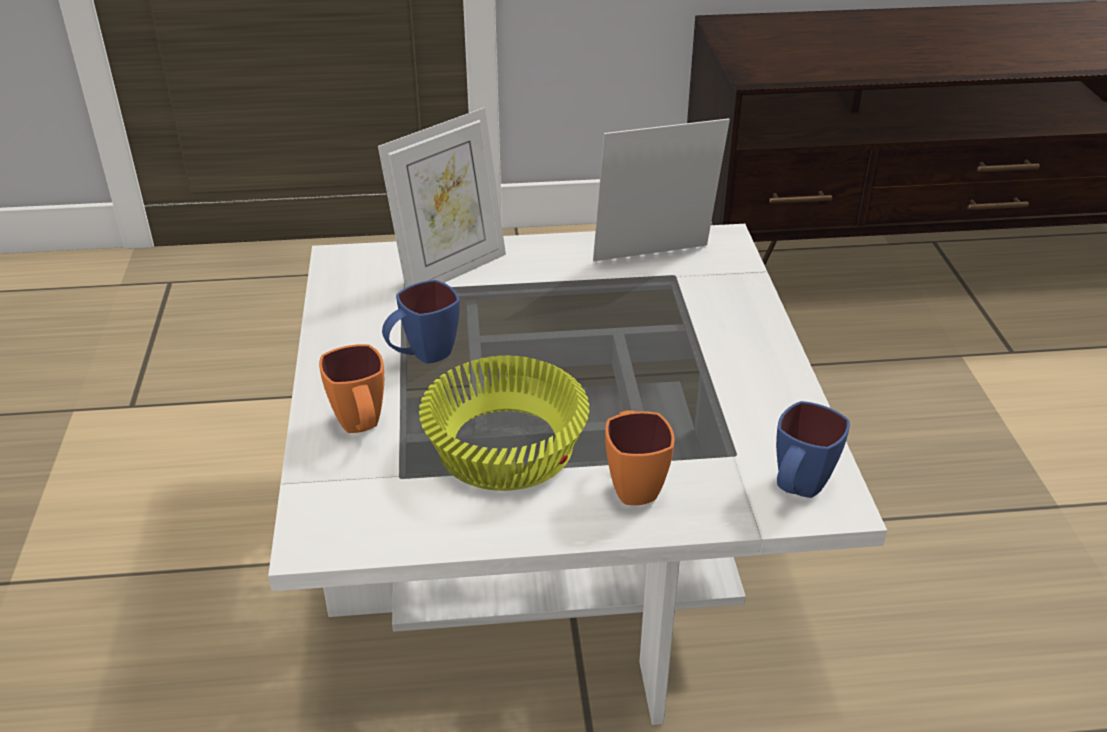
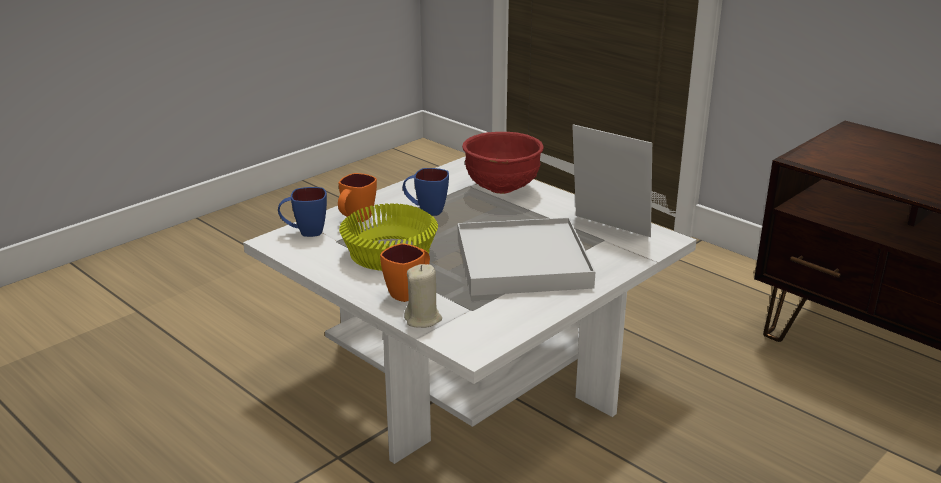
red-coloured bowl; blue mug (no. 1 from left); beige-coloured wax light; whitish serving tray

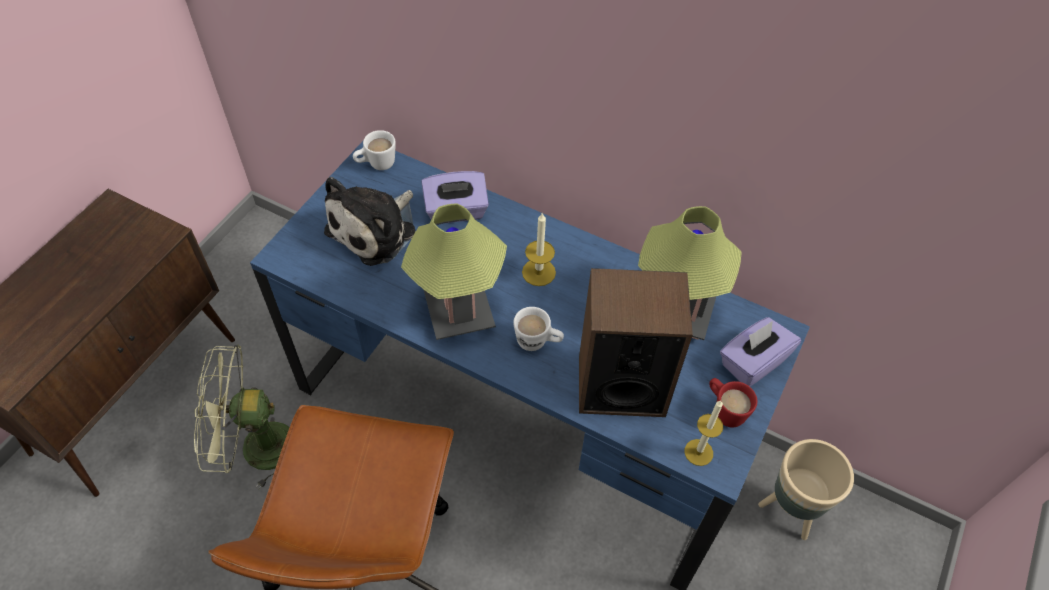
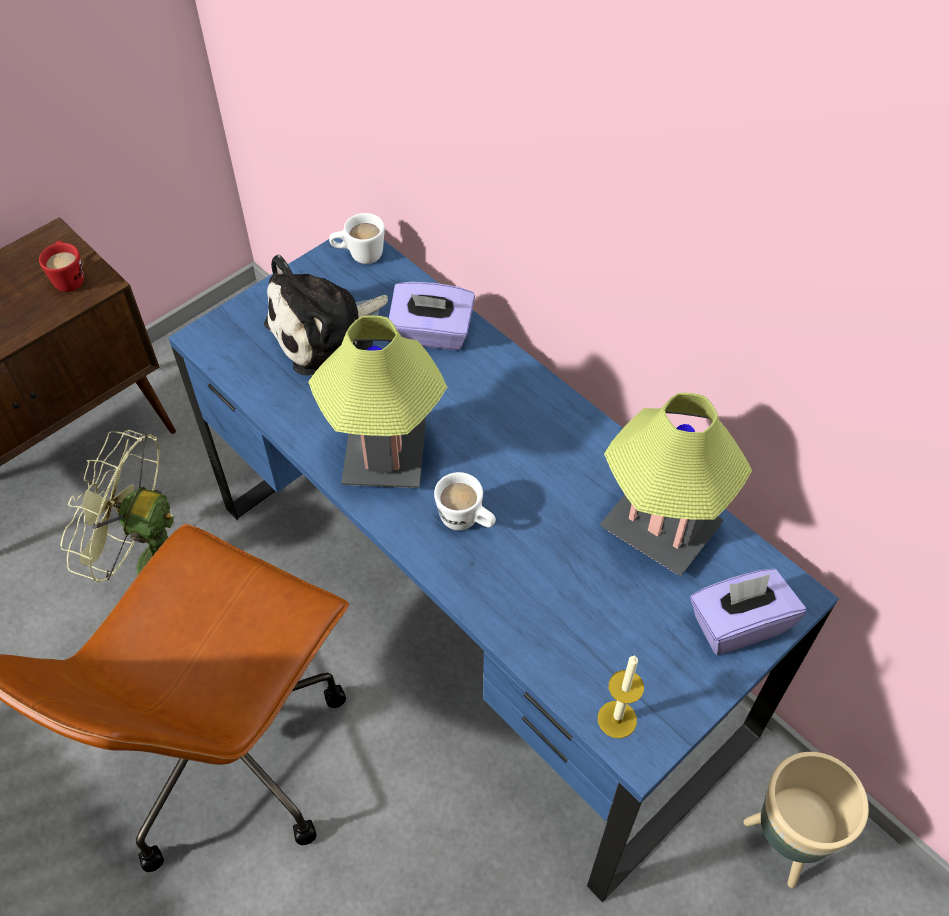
wax light (no. 1 from left in the first image); loudspeaker; red-coloured mug

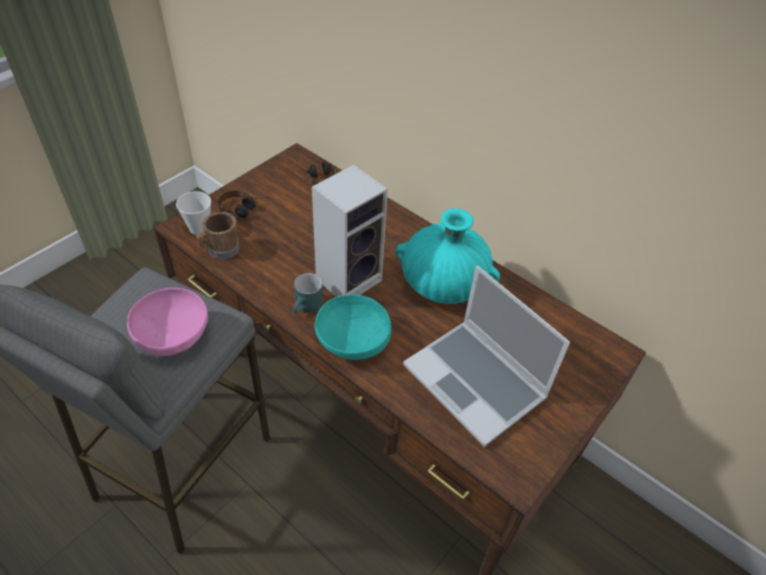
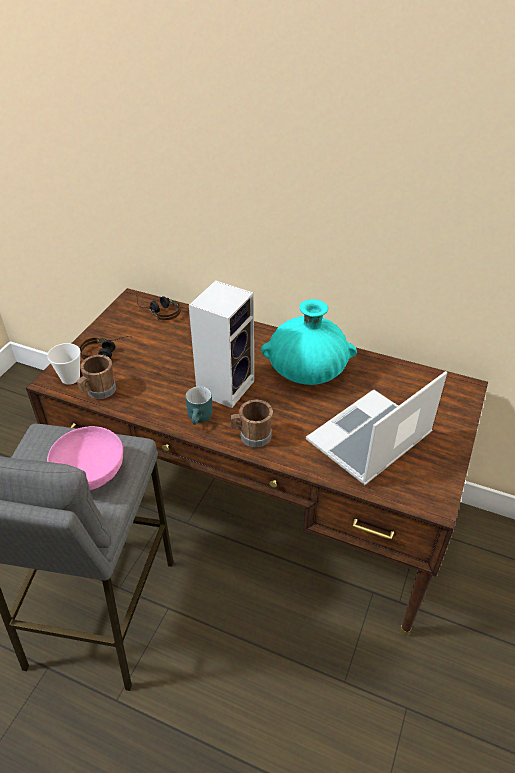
brown-coloured mug (no. 2 from left); notebook computer

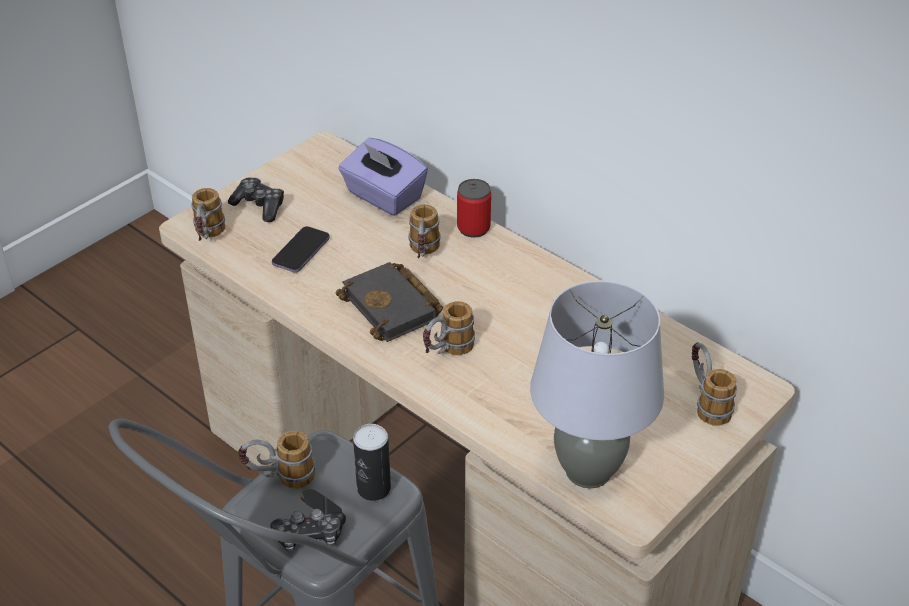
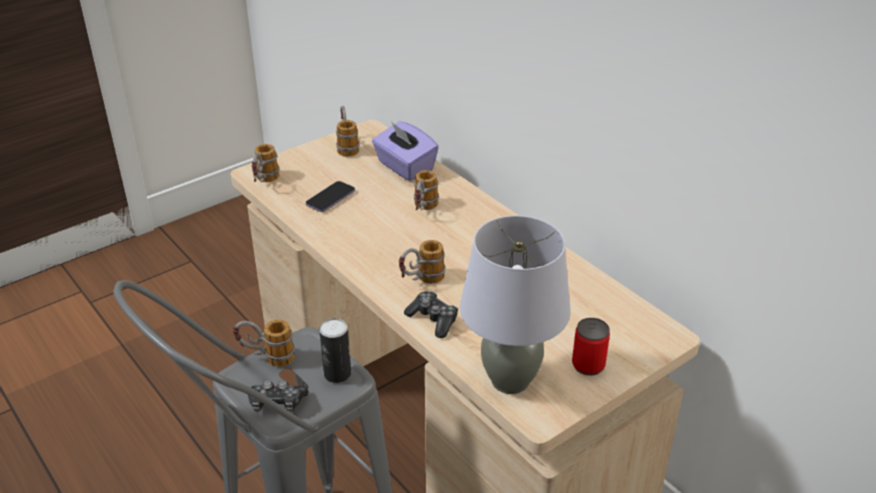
joypad (no. 2 from left); blackish bound book; sealed can (no. 2 from left); mug (no. 3 from left)

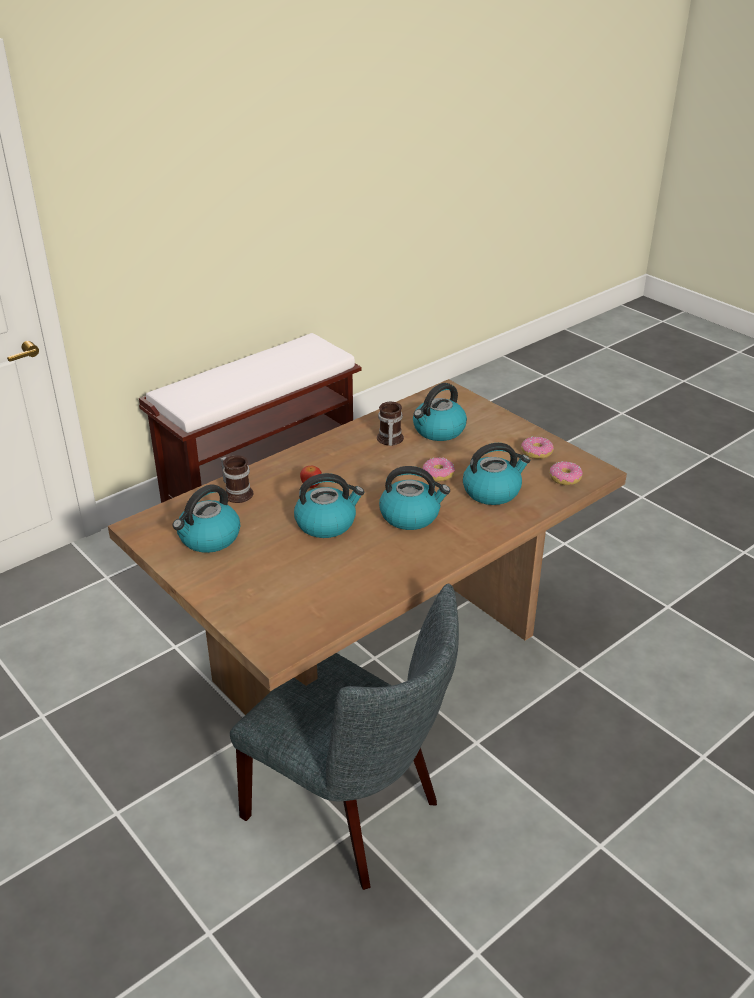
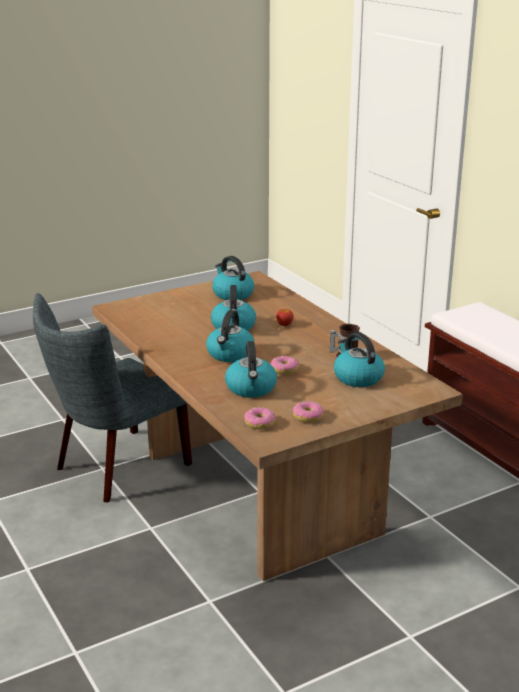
mug (no. 1 from left in the first image)

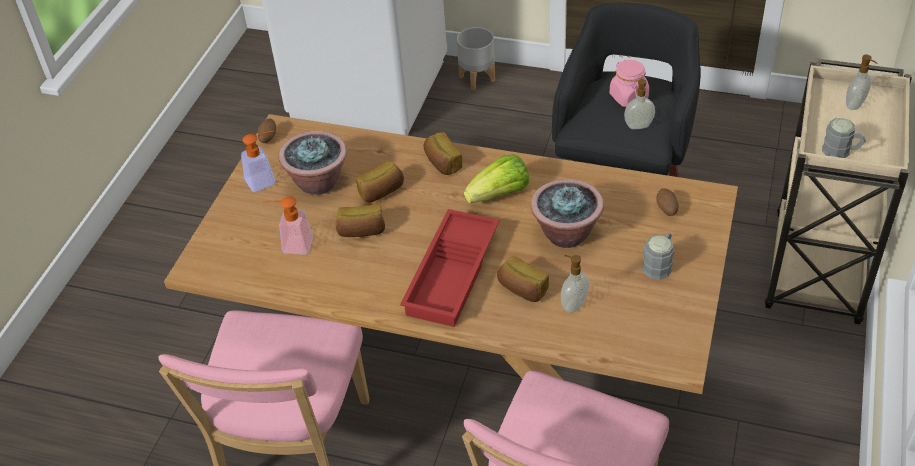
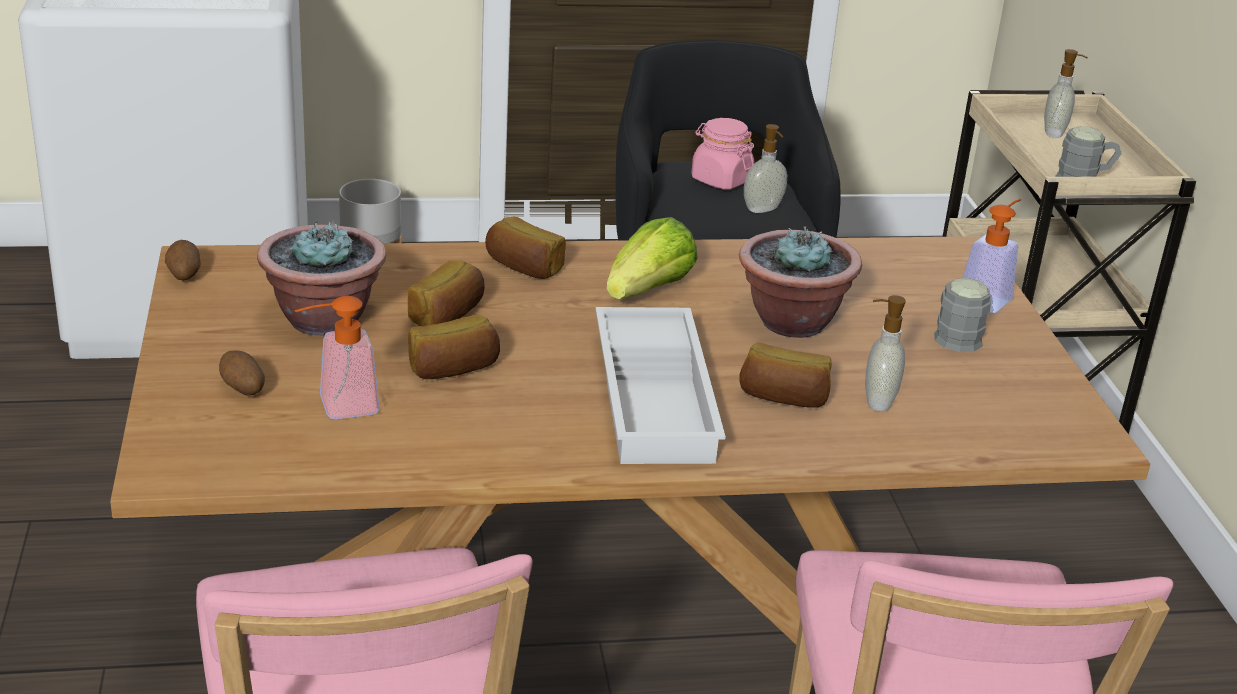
soap bottle (no. 4 from left); whitish serving tray; potato (no. 2 from left)

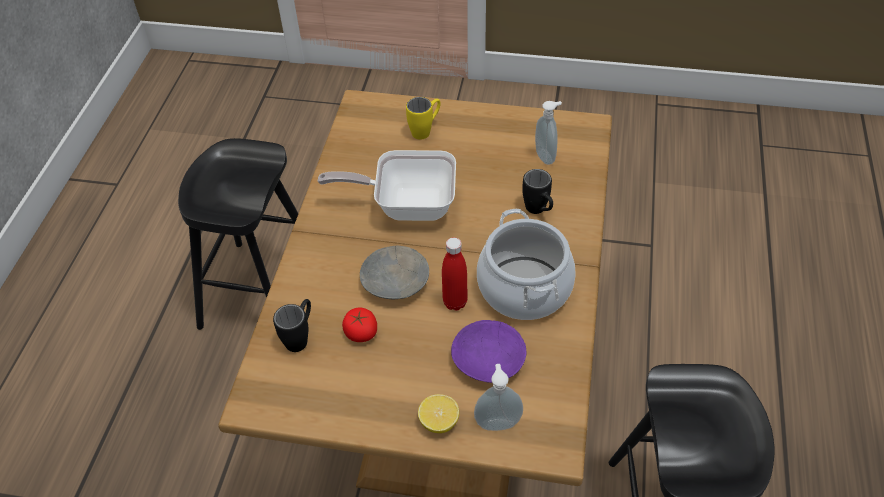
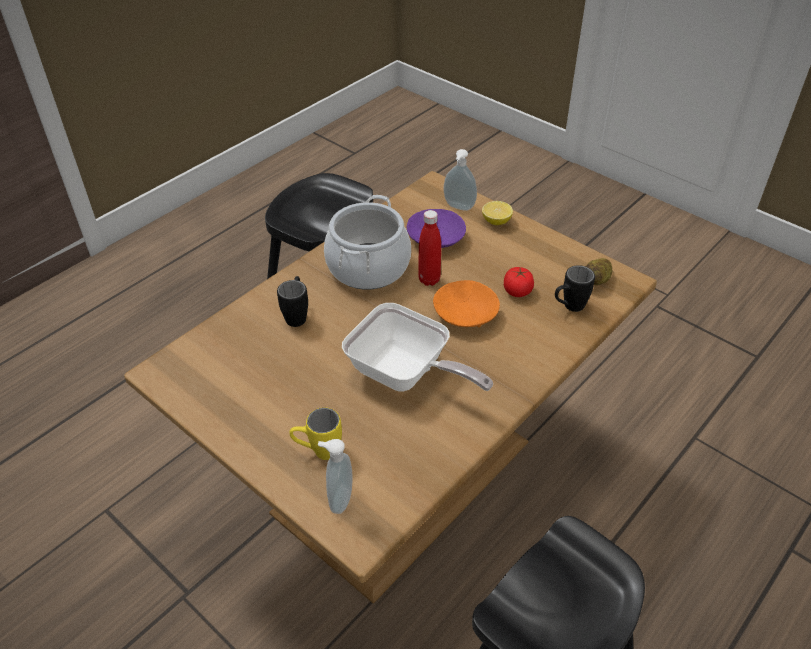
orange bowl; soap bottle (no. 1 from left); potato

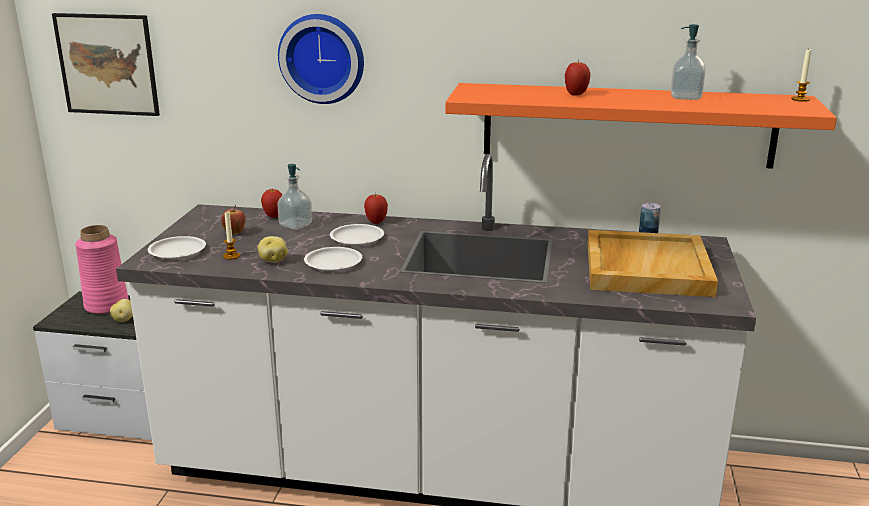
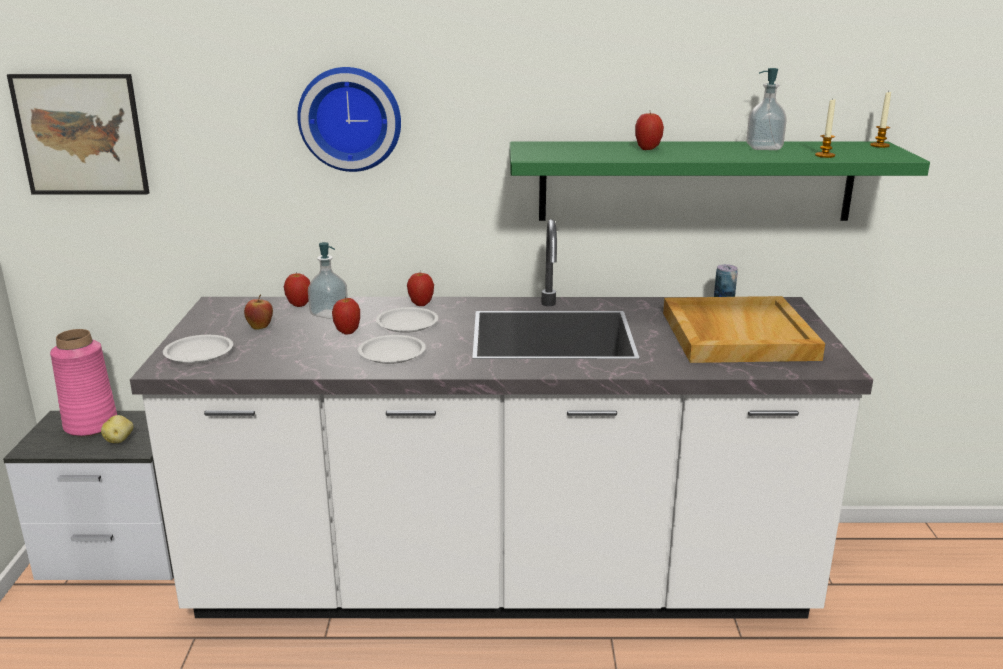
wax light (no. 1 from left); potato (no. 2 from left in the first image); green-coloured bracket shelf; apple fruit (no. 3 from left)

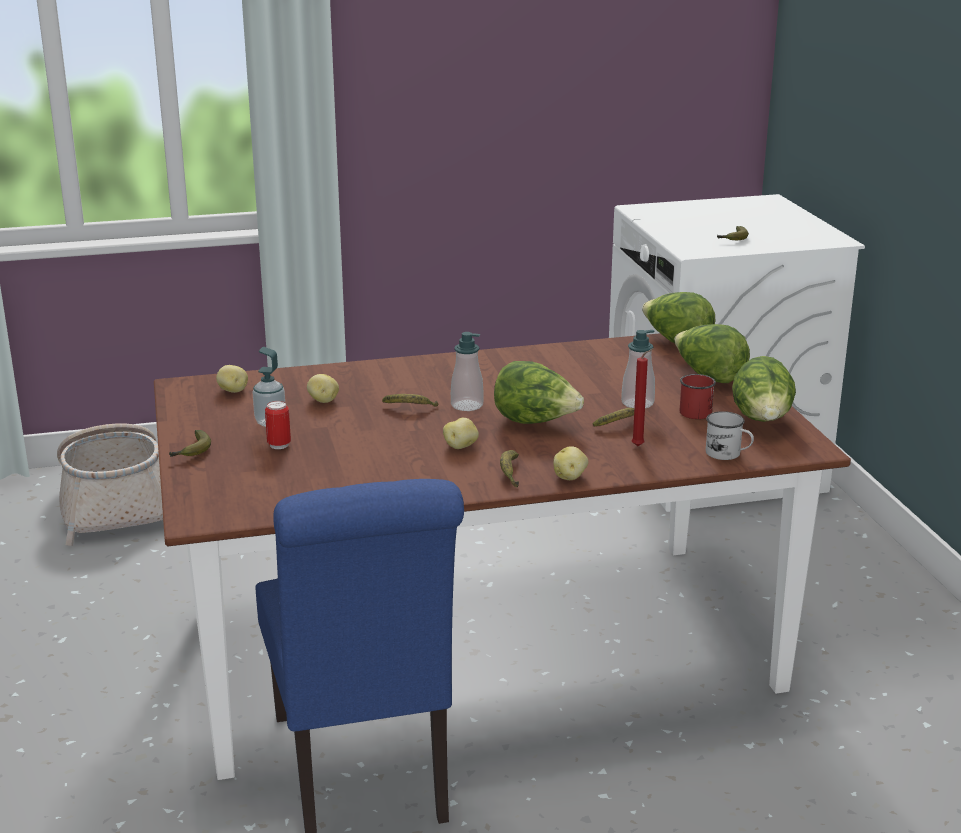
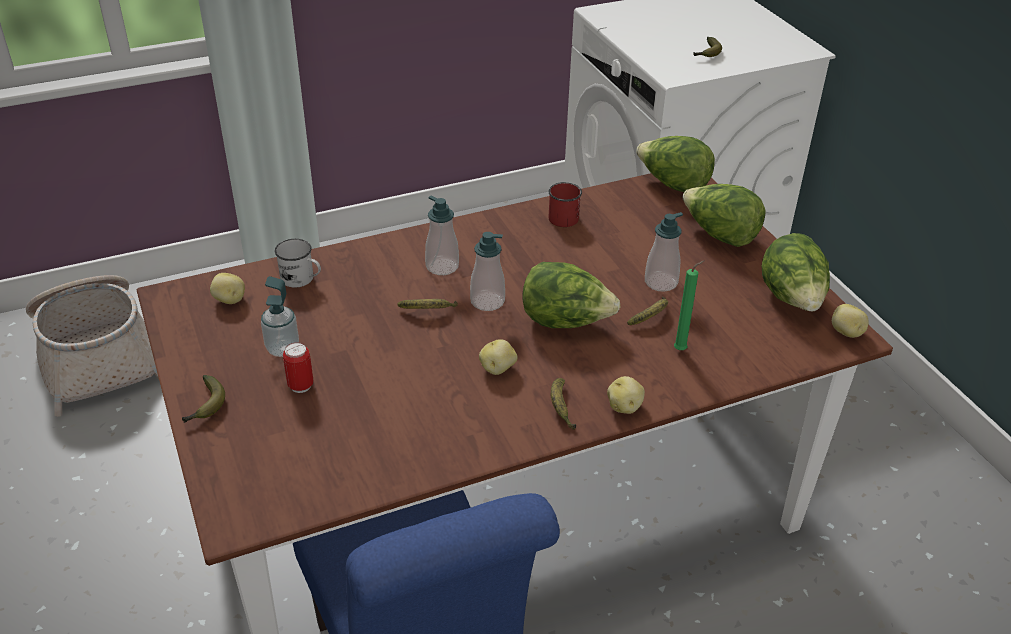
potato (no. 4 from left); green-coloured wax light; red-coloured mug; whitish mug; soap bottle (no. 2 from left)

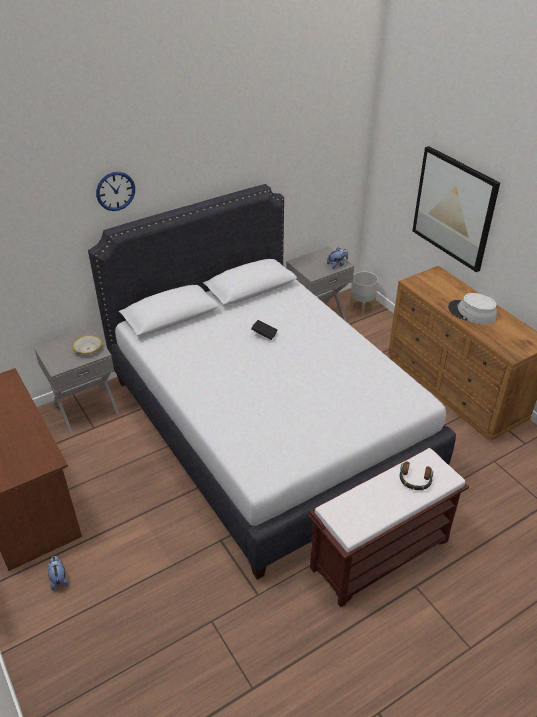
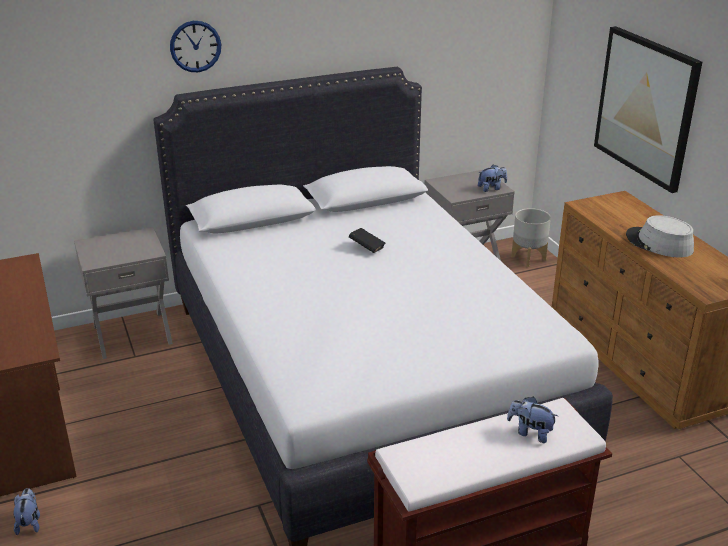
bowl; soft toy (no. 3 from left)

